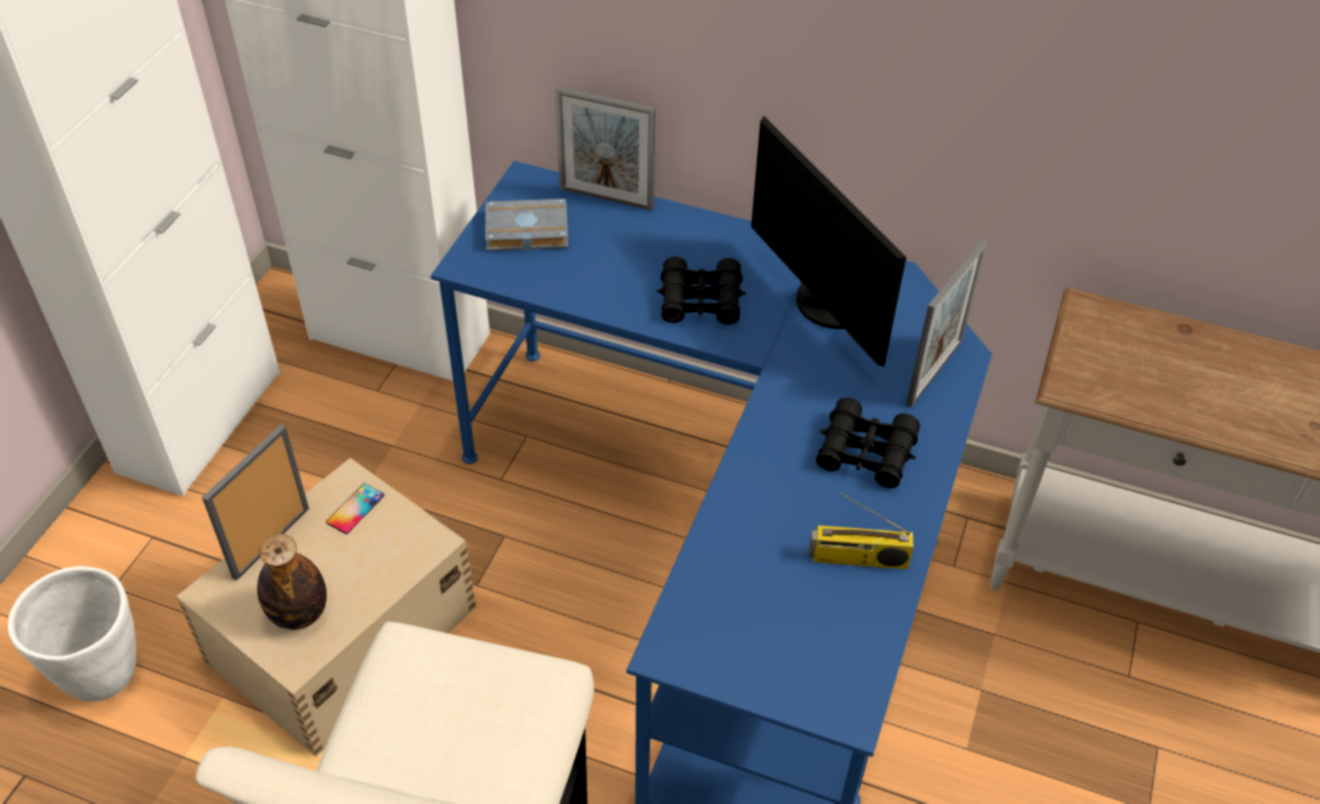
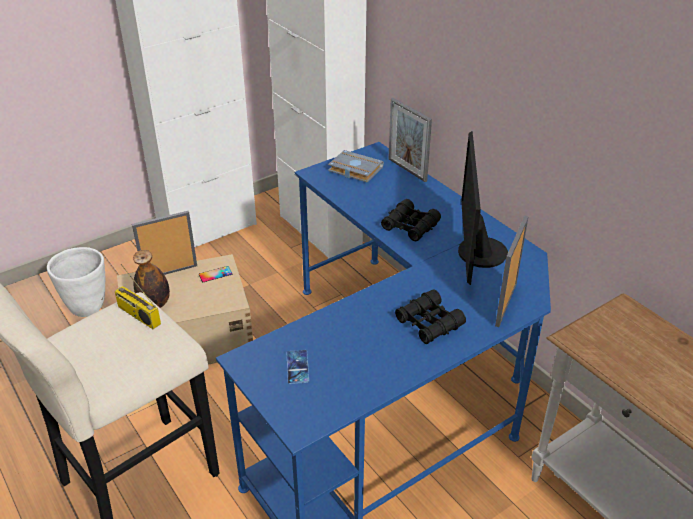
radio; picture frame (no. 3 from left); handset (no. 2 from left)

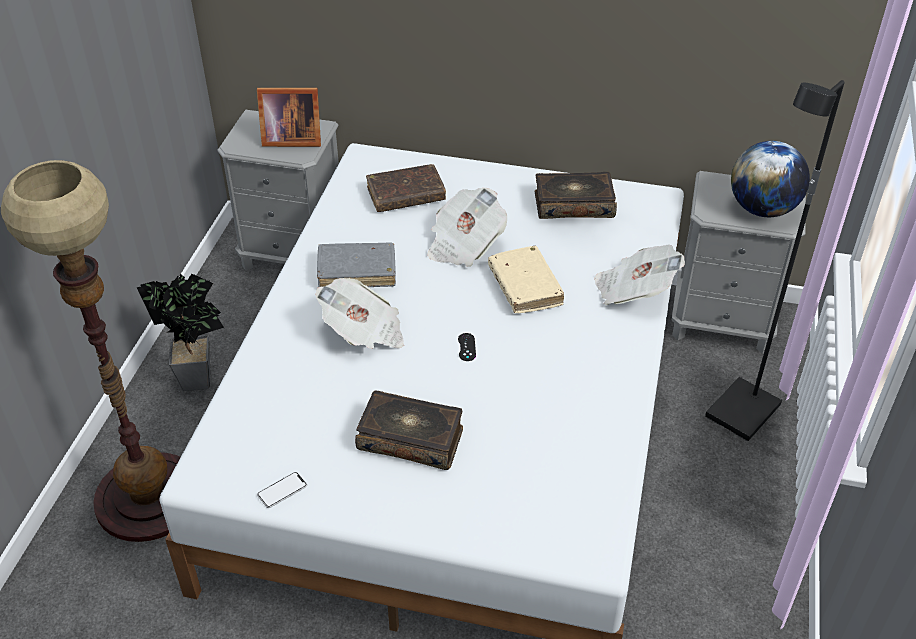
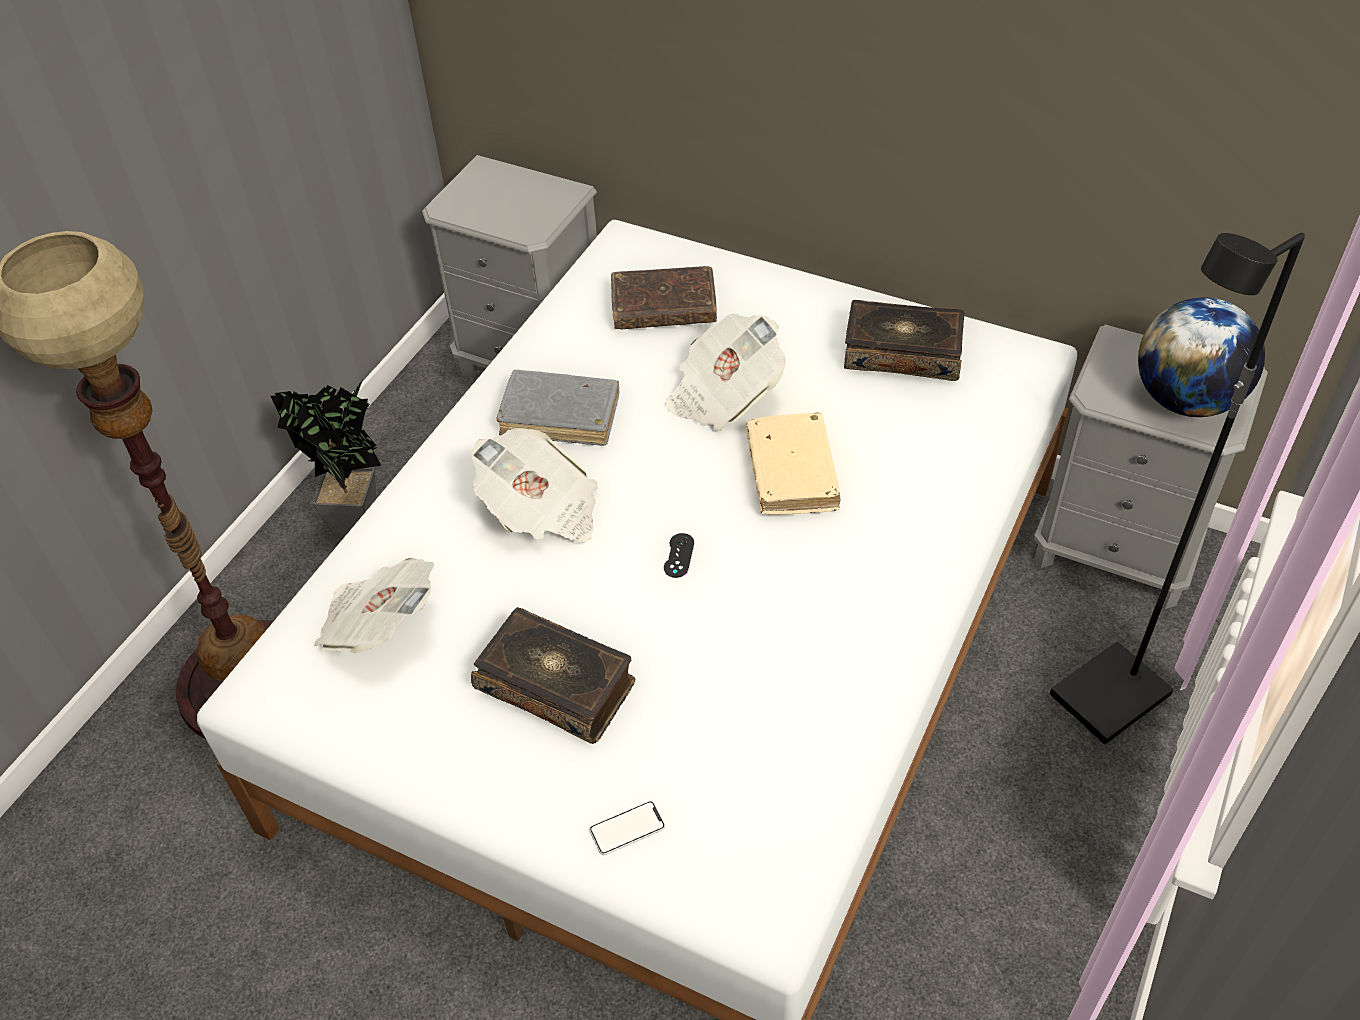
picture frame; handset; printed paper (no. 1 from left)

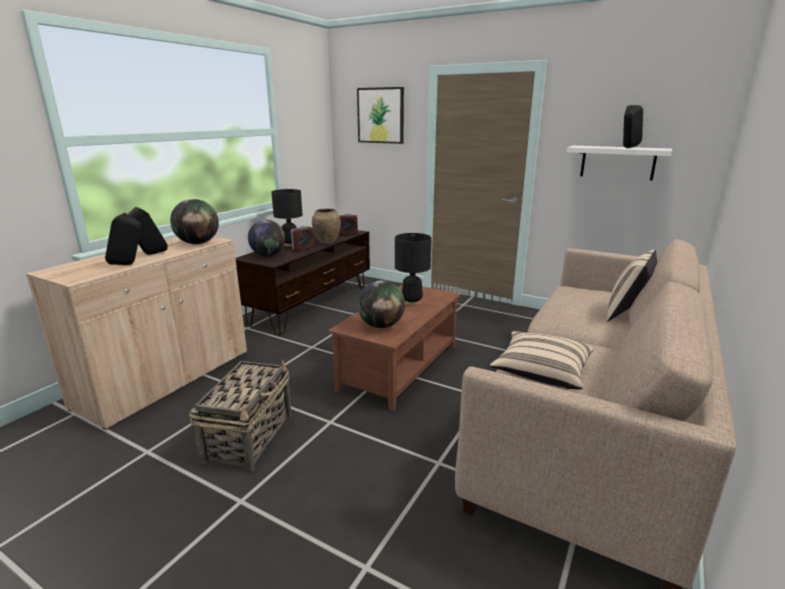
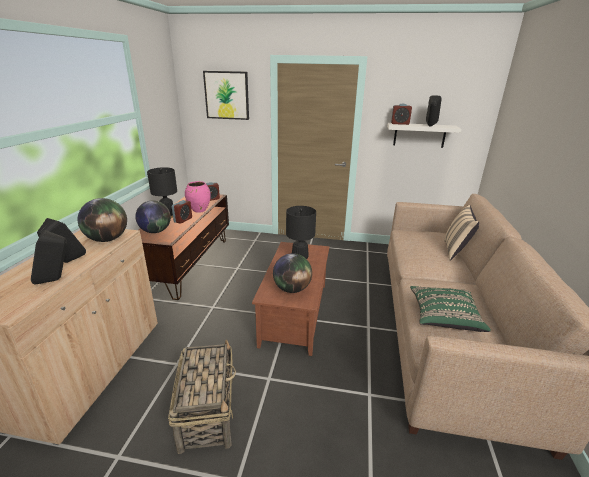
pink-coloured flower vase; green-coloured cushion; table clock (no. 3 from left)

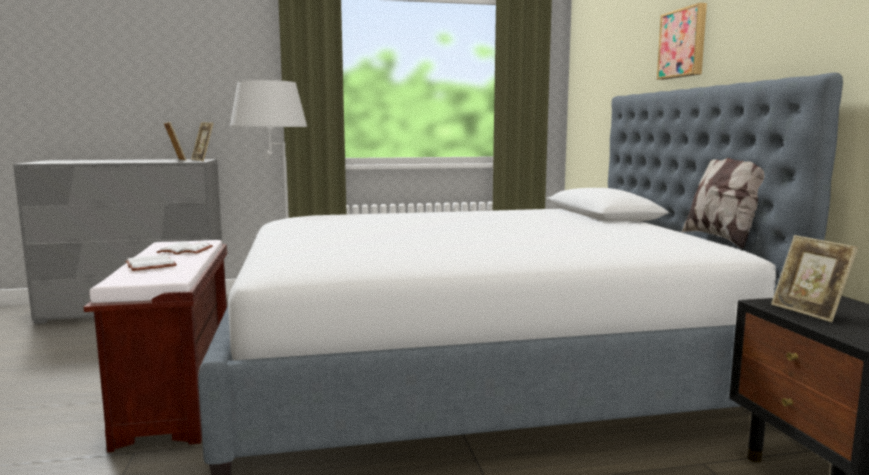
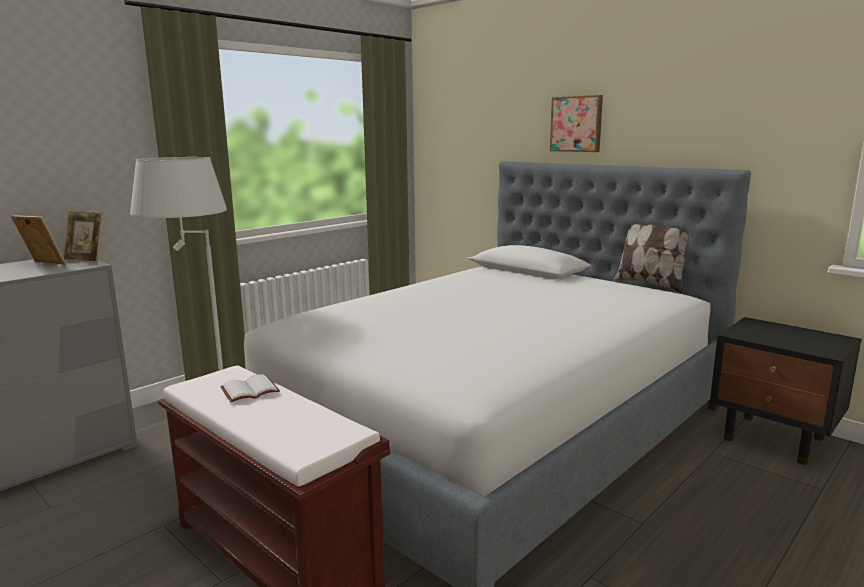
whitish bound book (no. 1 from left in the first image); picture frame (no. 3 from left in the first image)

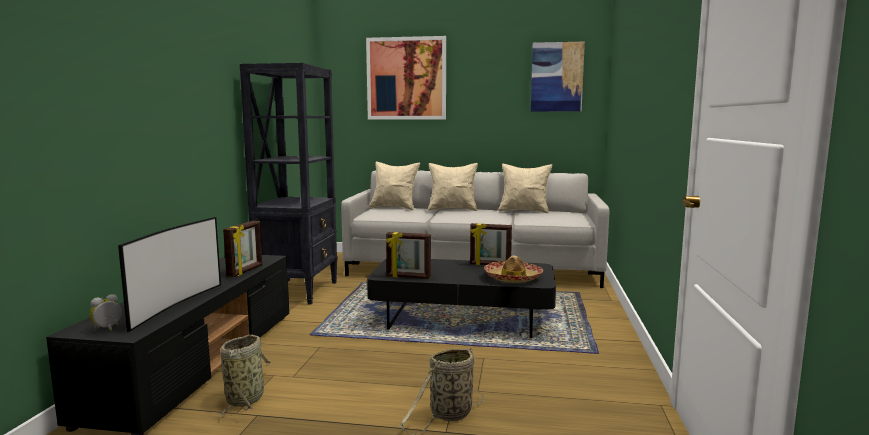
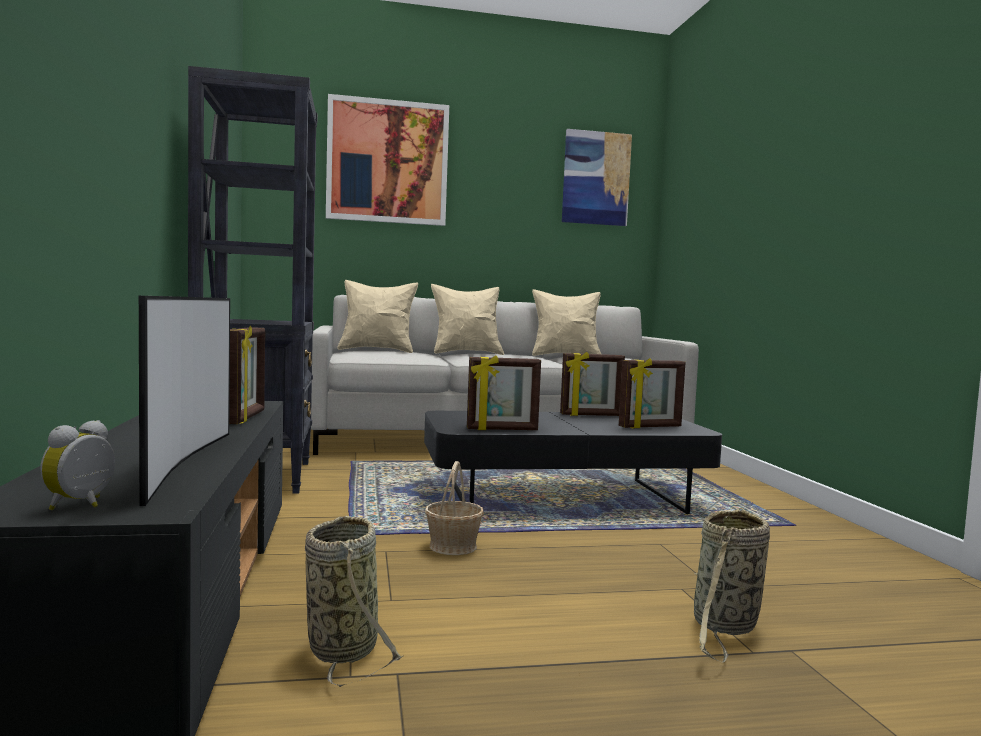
picture frame (no. 4 from left); storage basket (no. 2 from left)

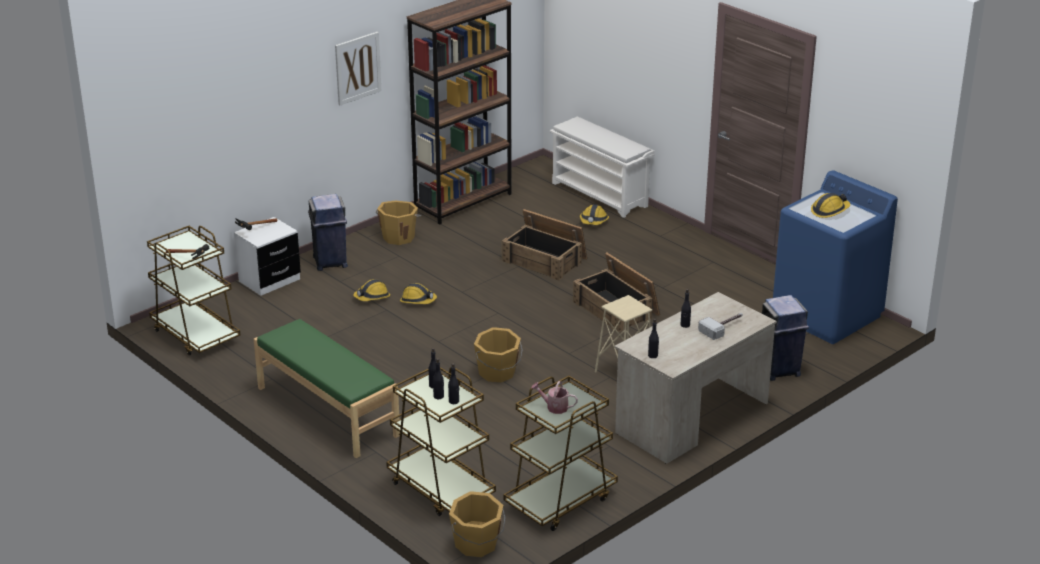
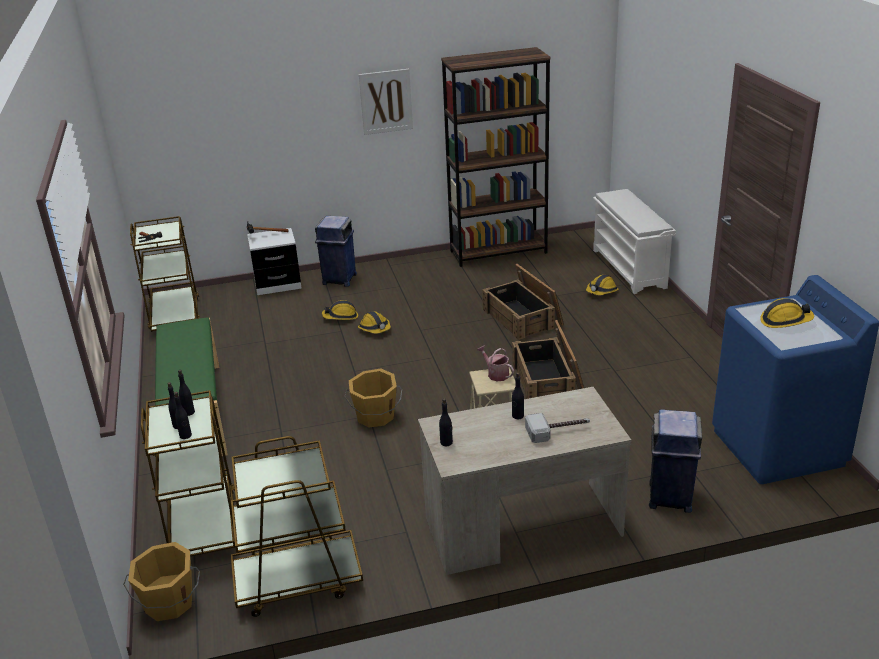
orange water bucket (no. 1 from left in the first image); watering can

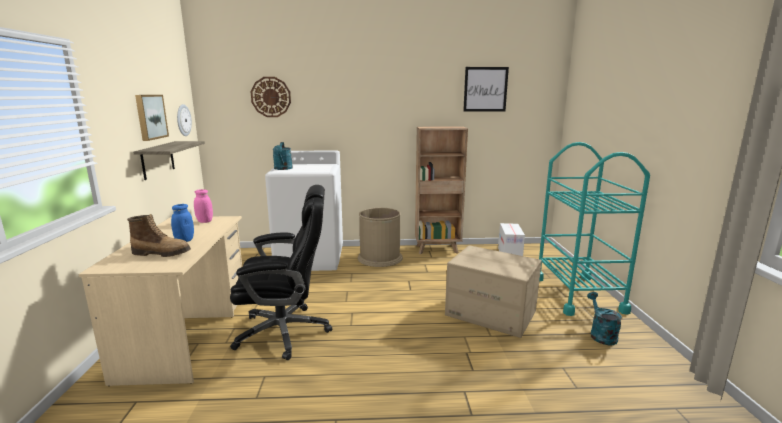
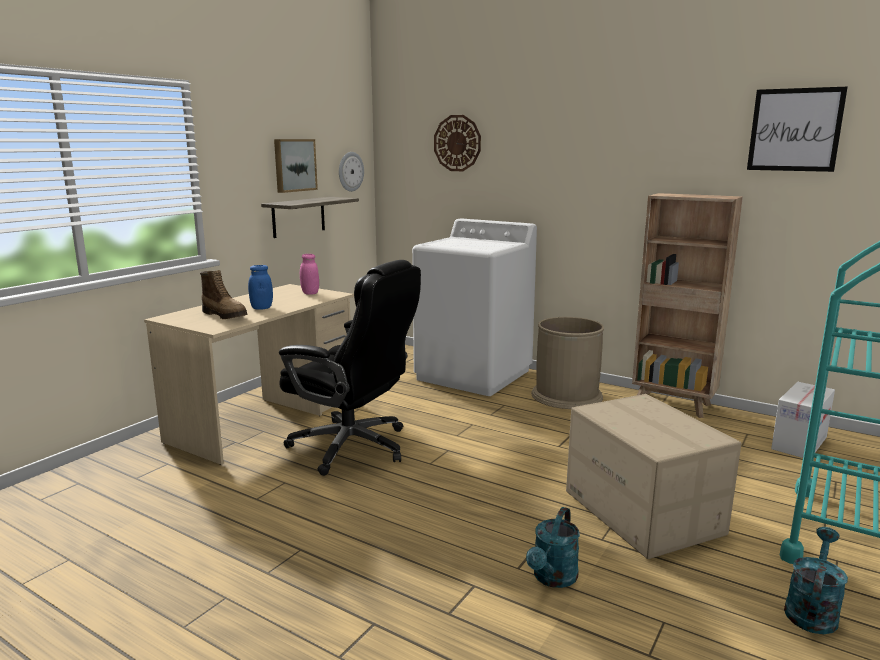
turquoise-coloured watering can (no. 1 from left)

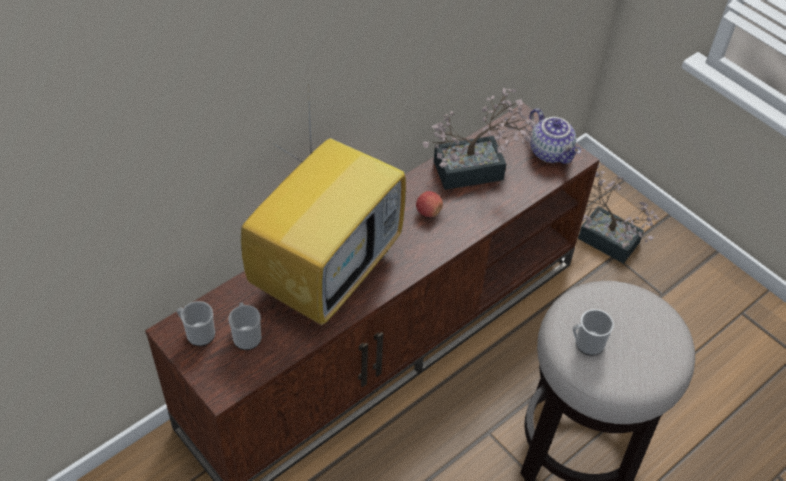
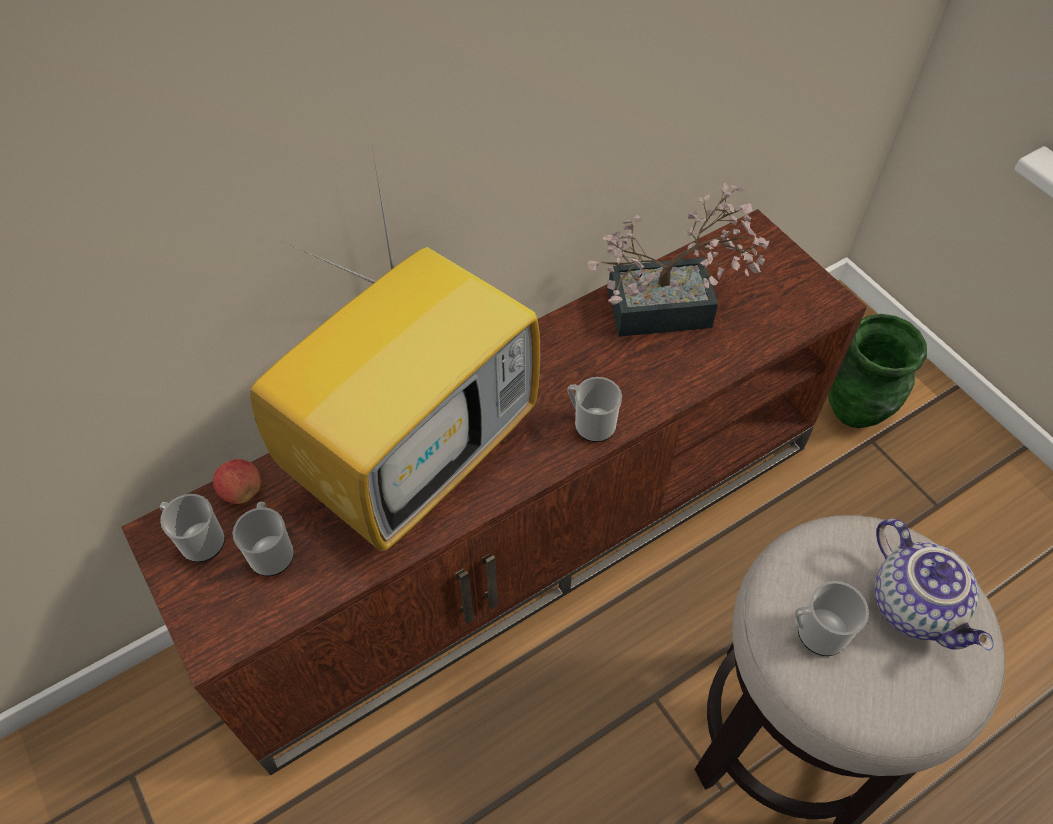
apple fruit; pot for tea; green-coloured flower vase; mug (no. 3 from left)

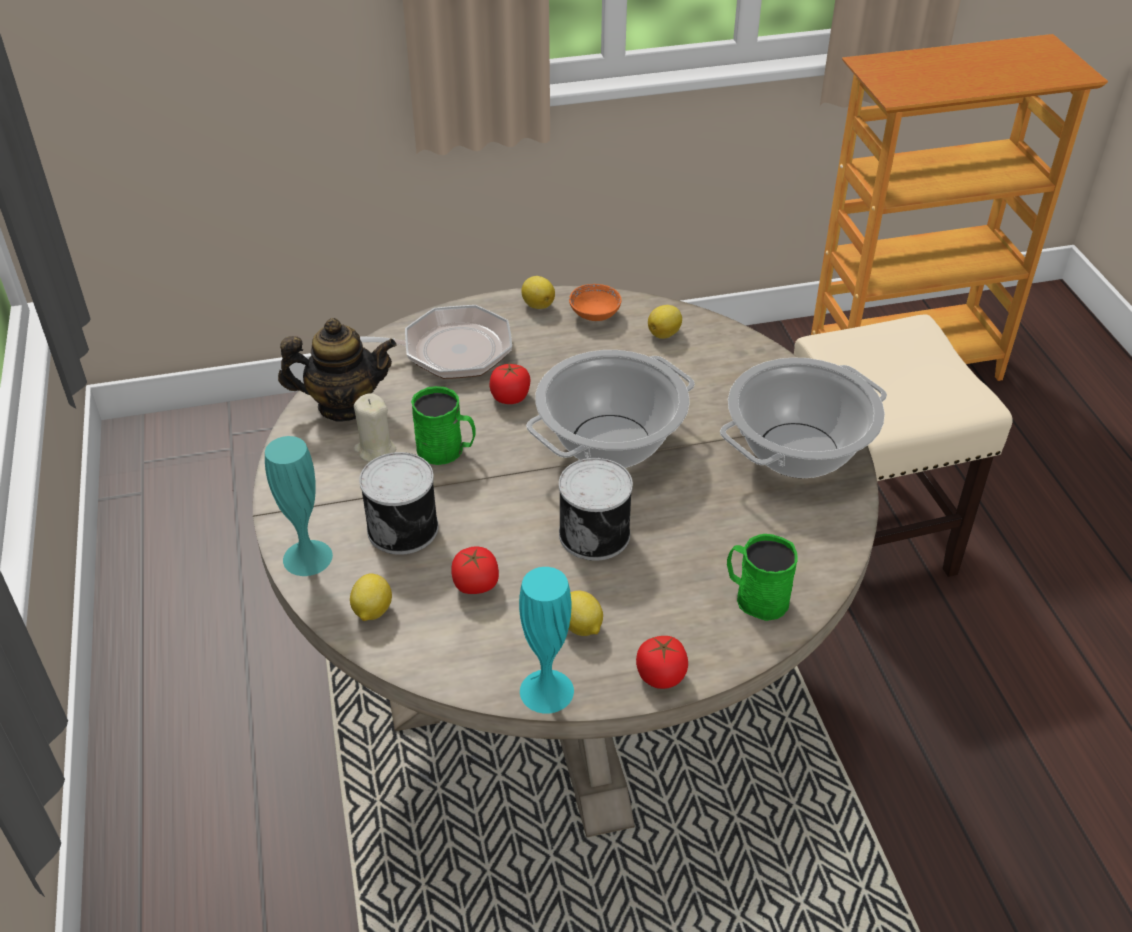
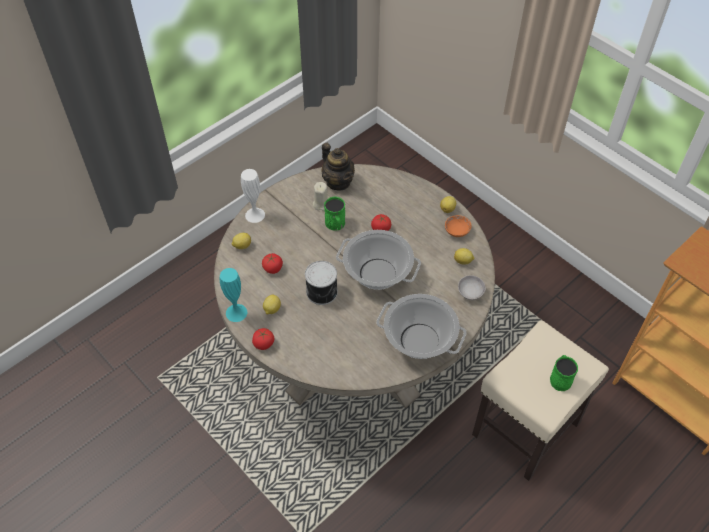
whitish flower vase; sealed can (no. 1 from left in the first image); pan; green-coloured mug (no. 2 from left); grey bowl

